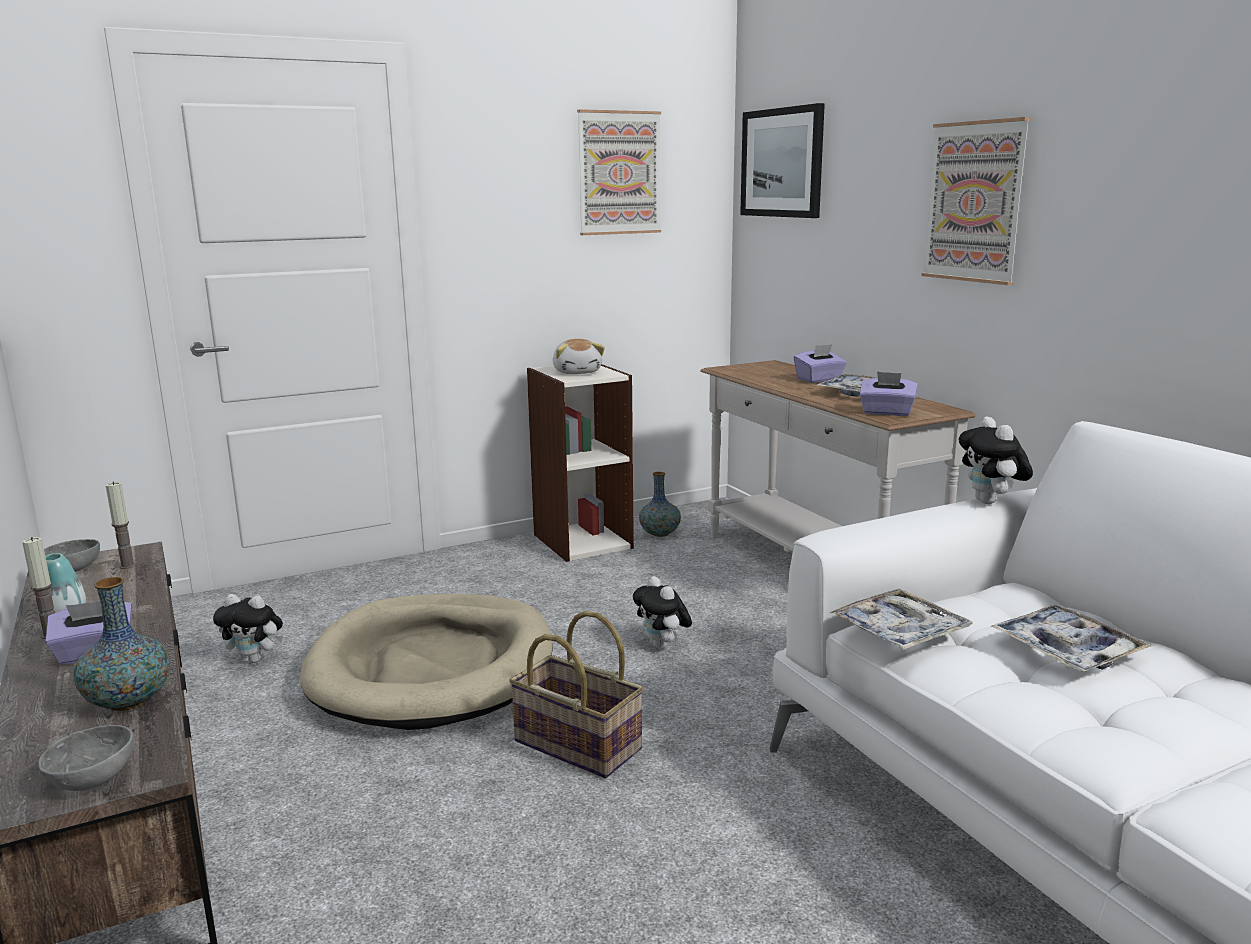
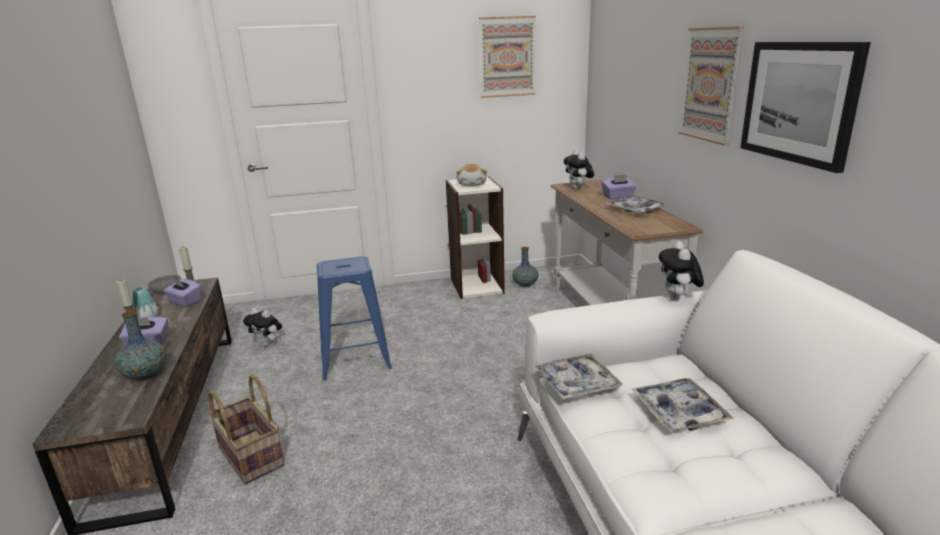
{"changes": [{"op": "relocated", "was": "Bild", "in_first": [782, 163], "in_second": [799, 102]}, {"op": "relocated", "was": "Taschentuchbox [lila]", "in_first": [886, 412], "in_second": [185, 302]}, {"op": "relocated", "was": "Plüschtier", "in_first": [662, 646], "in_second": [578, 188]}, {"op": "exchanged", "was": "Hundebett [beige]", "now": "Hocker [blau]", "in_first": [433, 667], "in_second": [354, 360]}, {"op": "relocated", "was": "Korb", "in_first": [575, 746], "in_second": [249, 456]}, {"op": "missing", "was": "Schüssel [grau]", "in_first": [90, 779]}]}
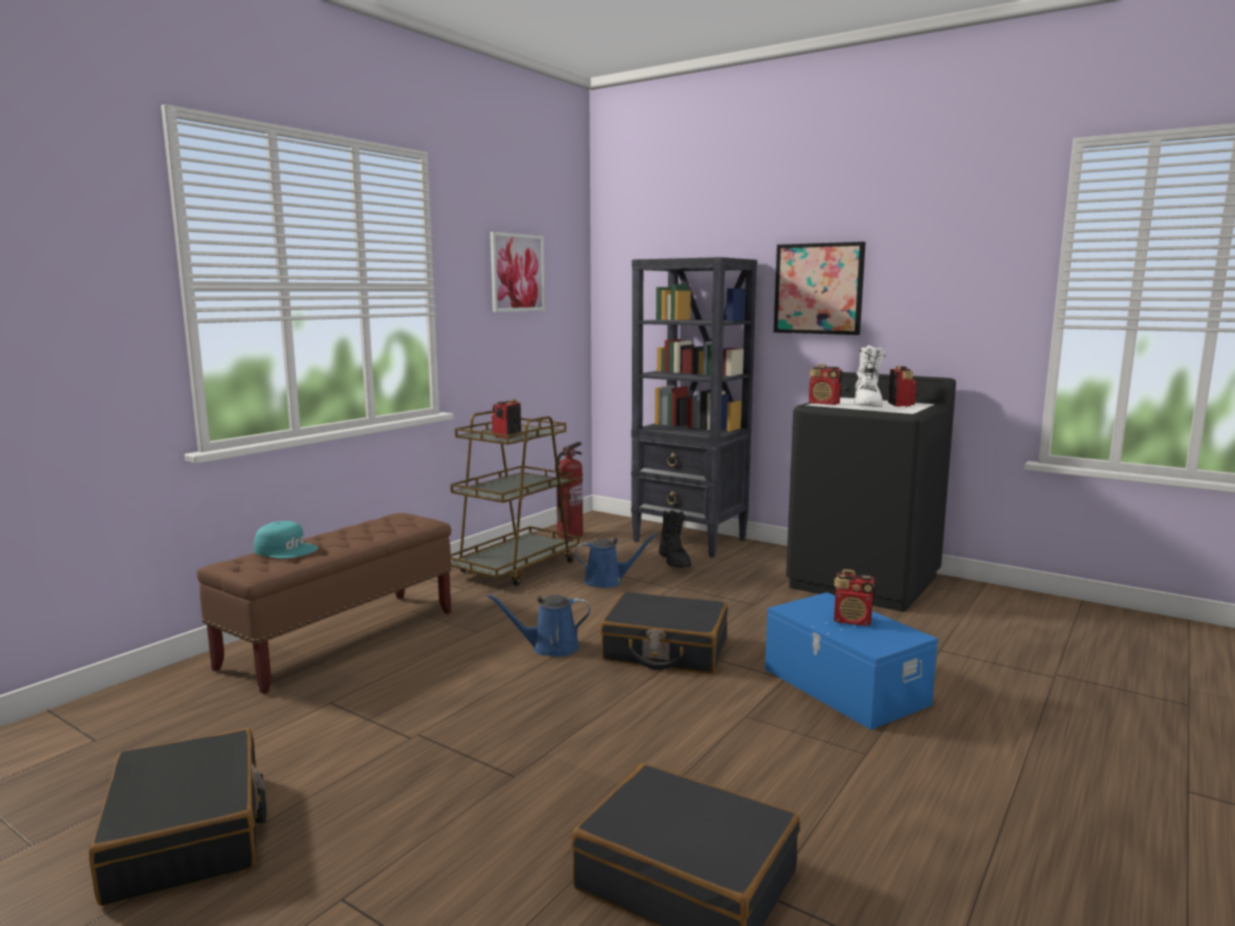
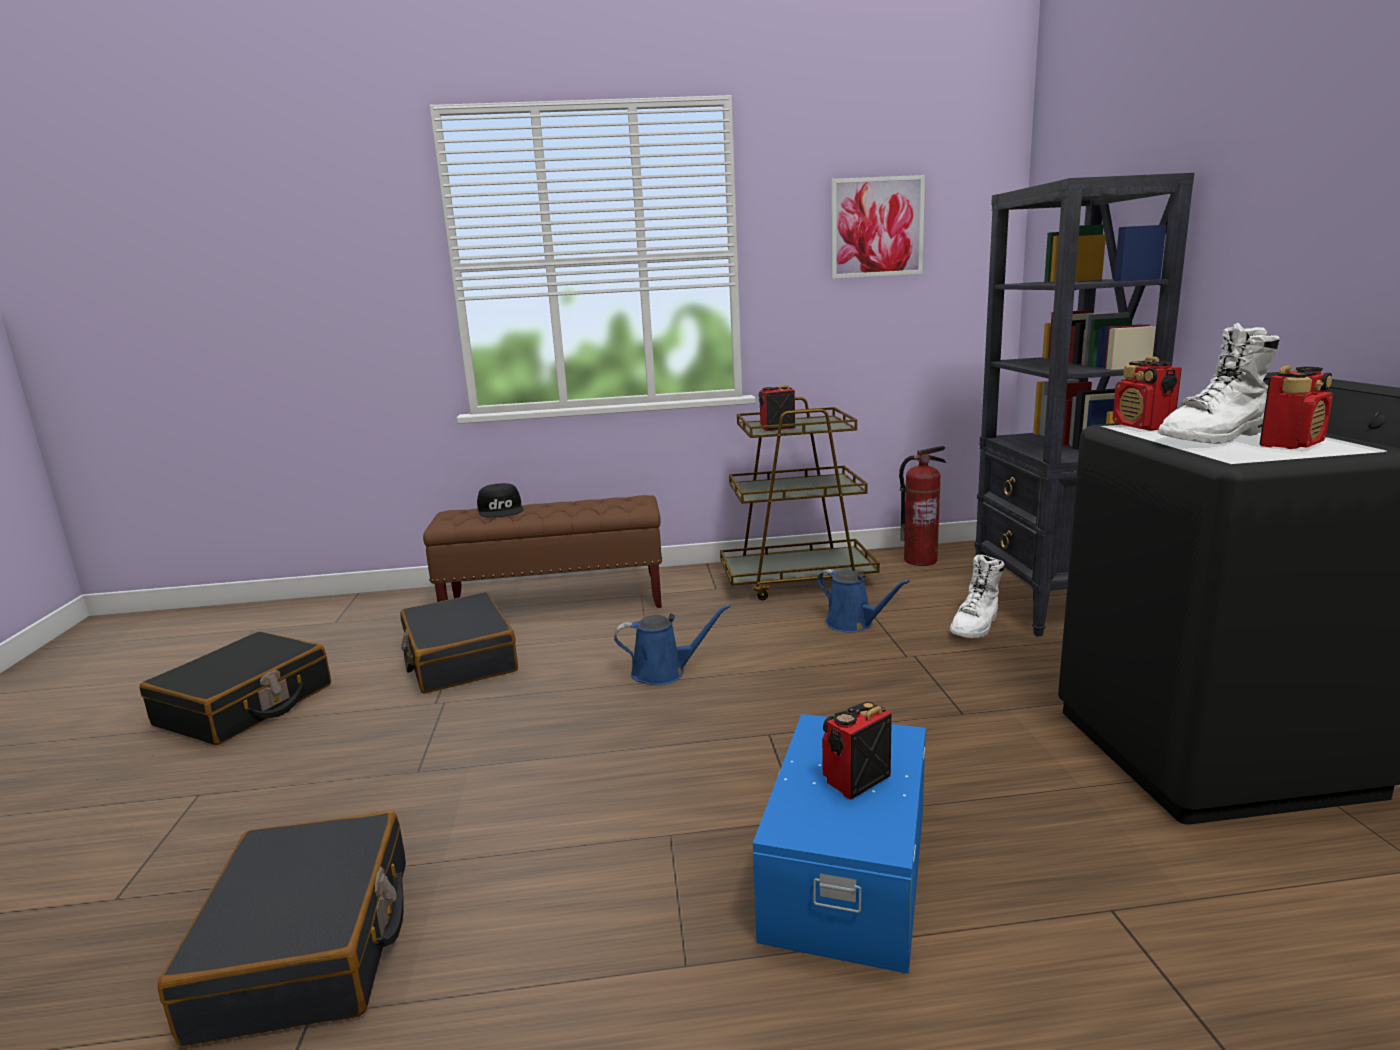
{"changes": [{"op": "missing", "was": "Bild", "in_first": [818, 288]}, {"op": "colour", "was": "Stiefel [schwarz]", "now": "Stiefel [weiß]", "in_first": [675, 561], "in_second": [976, 626]}, {"op": "colour", "was": "Kappe [türkis]", "now": "Kappe [schwarz]", "in_first": [286, 549], "in_second": [501, 509]}, {"op": "spun", "was": "Radio", "in_first": [853, 621], "in_second": [855, 780], "clockwise": 75}, {"op": "relocated", "was": "Koffer [schwarz]", "in_first": [665, 650], "in_second": [459, 659]}, {"op": "spun", "was": "Gießkanne [blau]", "in_first": [550, 648], "in_second": [664, 672], "clockwise": 135}]}
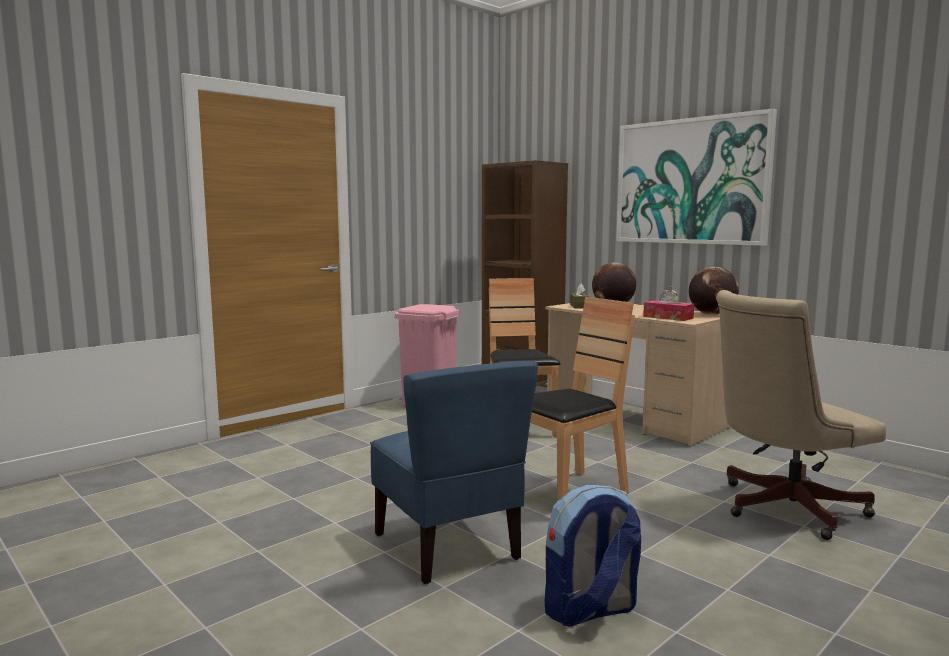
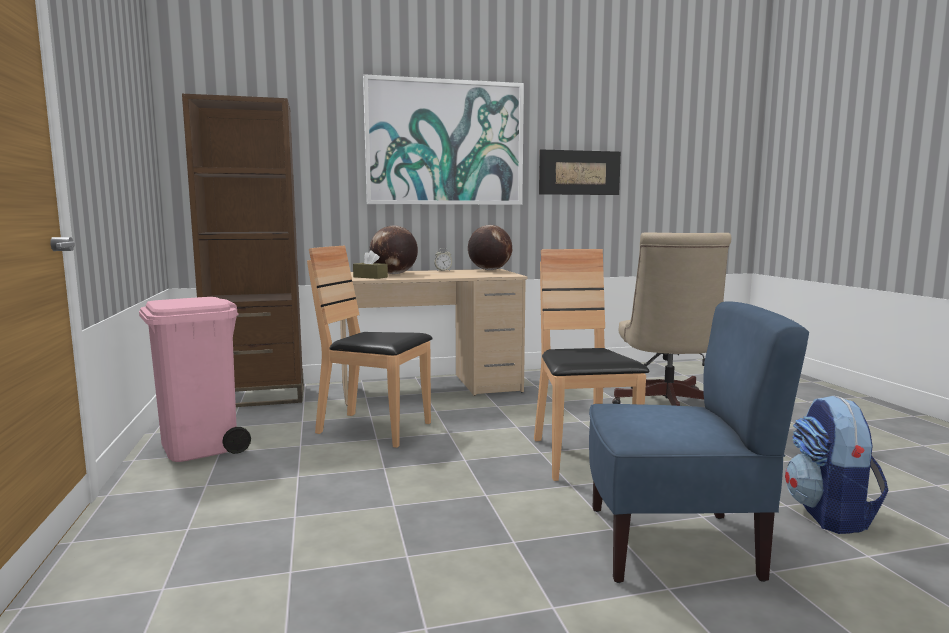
{"changes": [{"op": "missing", "was": "Taschentuchbox", "in_first": [668, 317]}, {"op": "appeared", "now": "Bild", "in_second": [579, 172]}]}
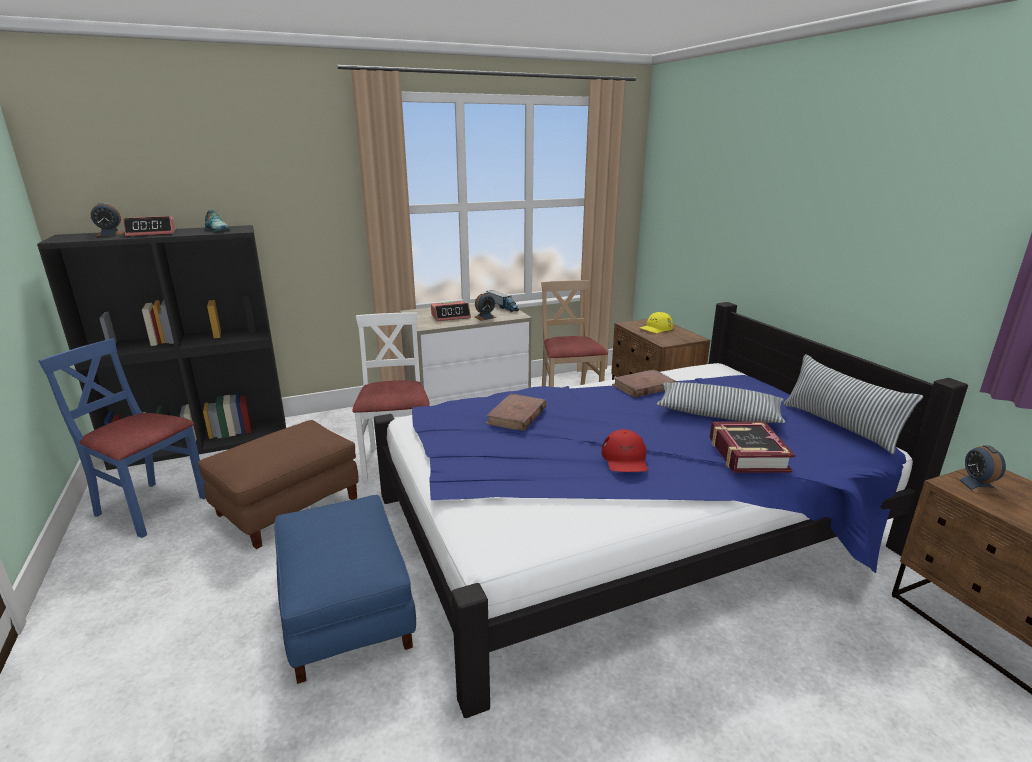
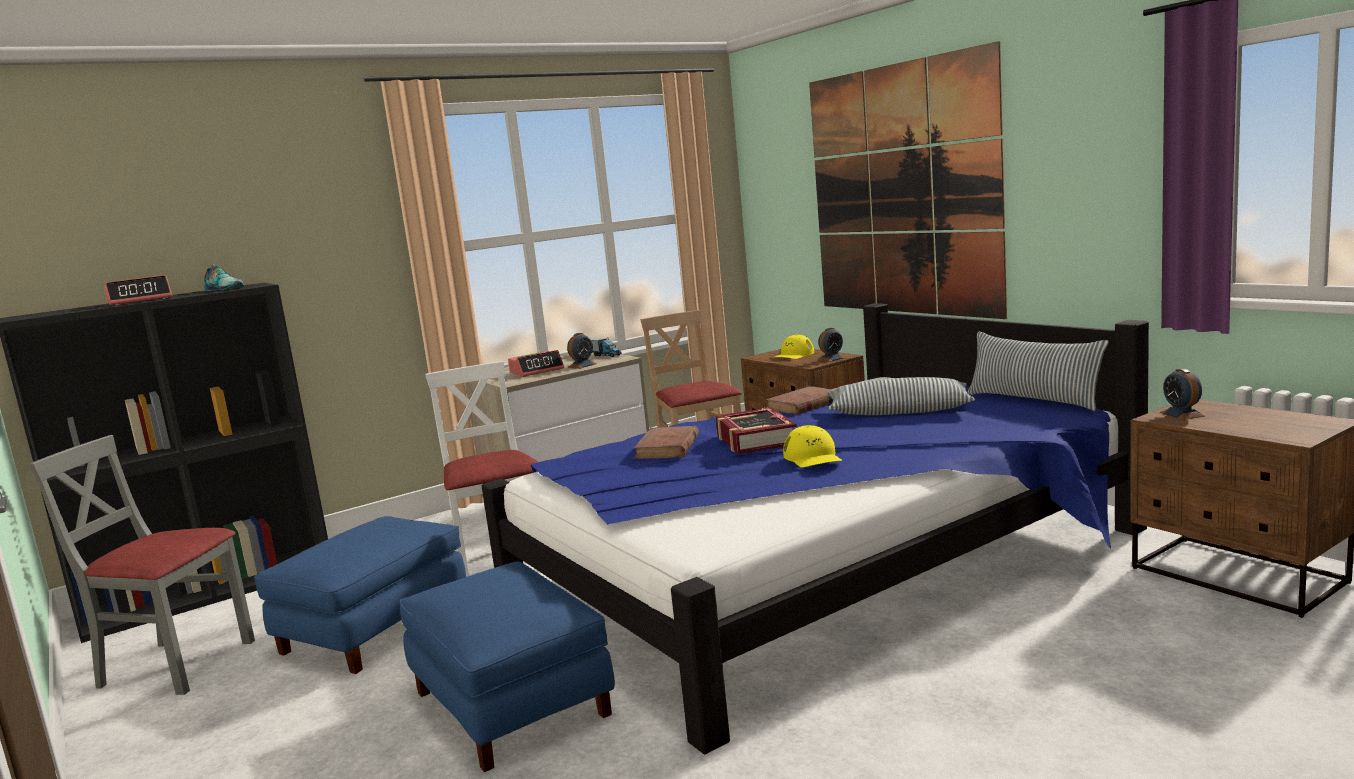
{"changes": [{"op": "relocated", "was": "Wecker", "in_first": [110, 234], "in_second": [831, 359]}, {"op": "colour", "was": "Stuhl [blau]", "now": "Stuhl [grau]", "in_first": [150, 507], "in_second": [176, 665]}, {"op": "colour", "was": "Polsterhocker [braun]", "now": "Polsterhocker [blau]", "in_first": [288, 505], "in_second": [375, 628]}, {"op": "relocated", "was": "Buch", "in_first": [747, 454], "in_second": [755, 440]}, {"op": "colour", "was": "Kappe [rot]", "now": "Kappe [gelb]", "in_first": [625, 459], "in_second": [813, 457]}, {"op": "appeared", "now": "Bild", "in_second": [901, 191]}]}
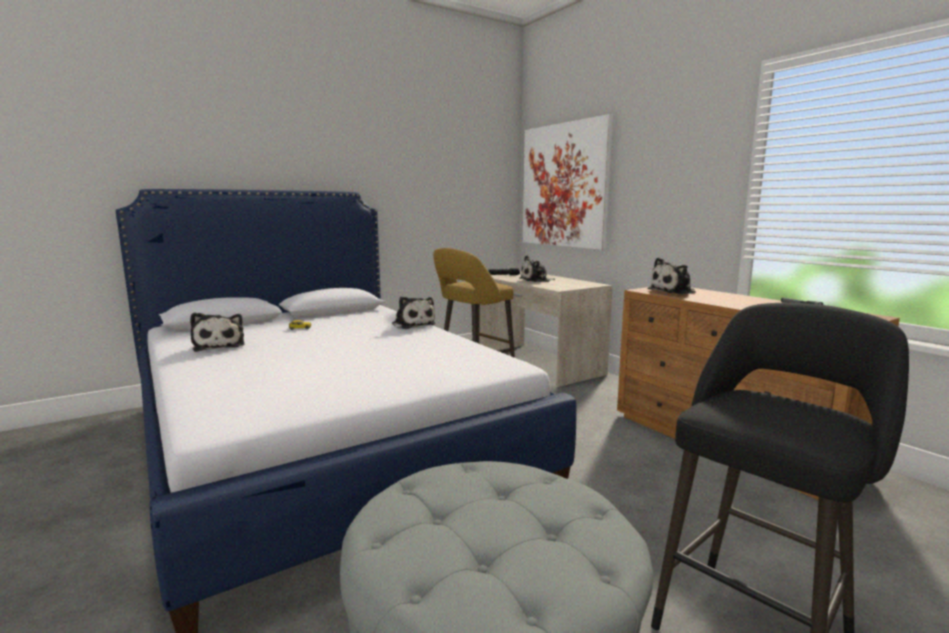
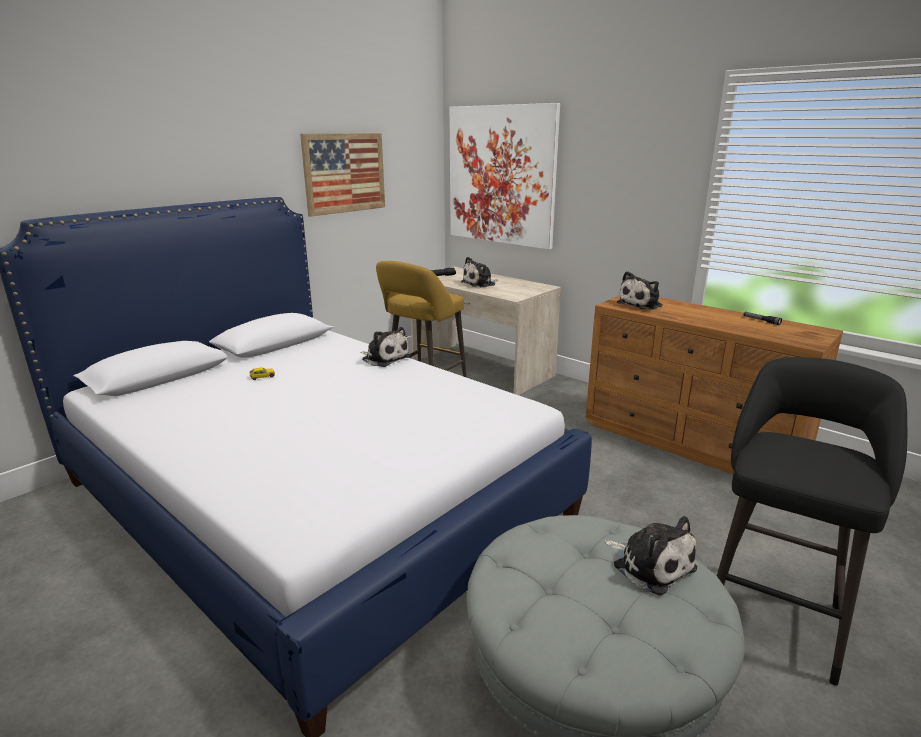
{"changes": [{"op": "relocated", "was": "Plüschtier", "in_first": [219, 345], "in_second": [650, 565]}, {"op": "appeared", "now": "Bild", "in_second": [344, 173]}]}
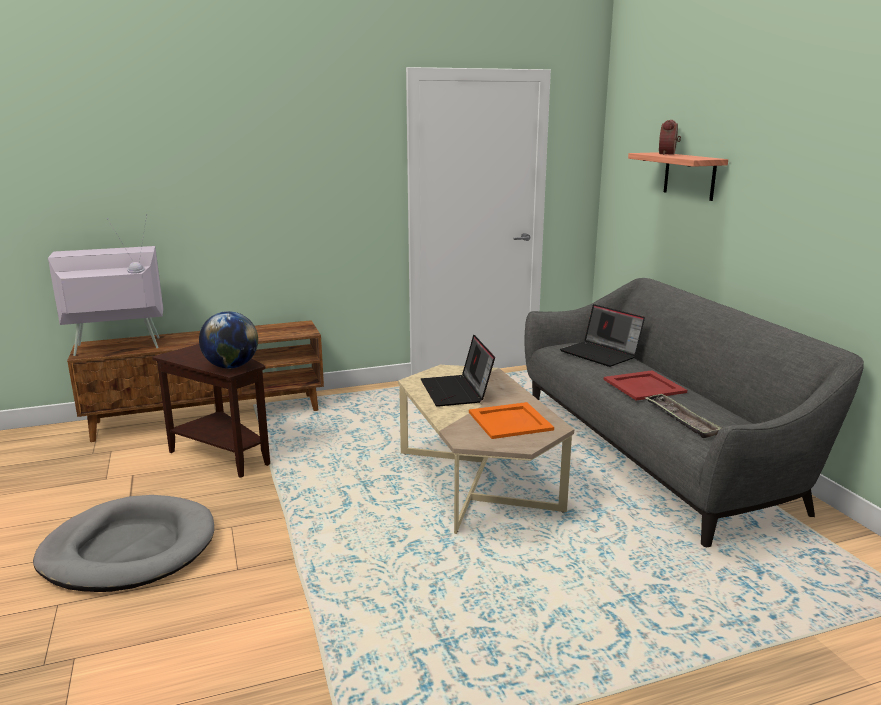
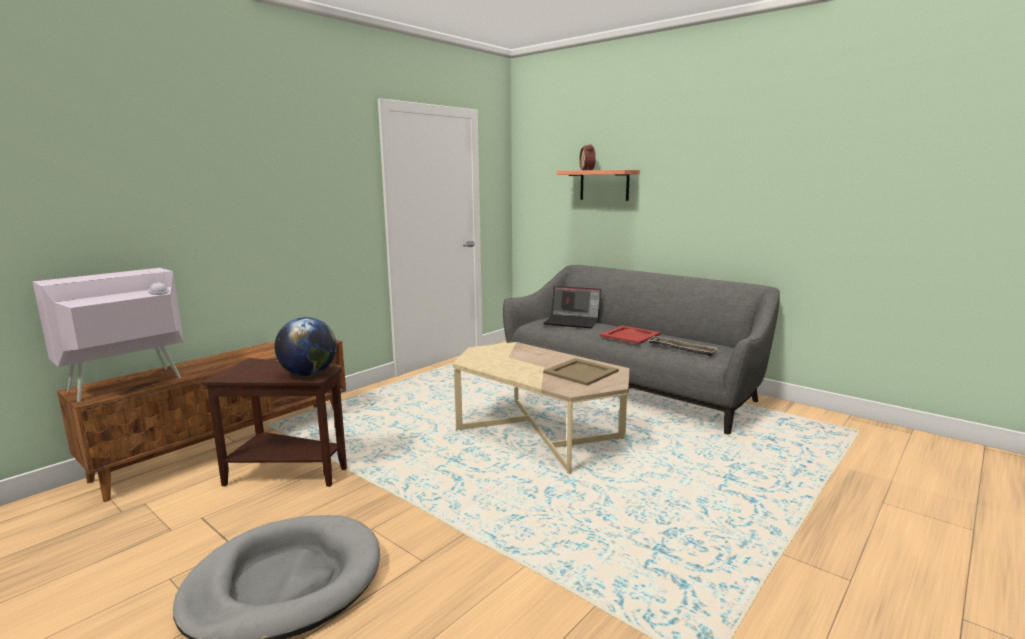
{"changes": [{"op": "missing", "was": "Laptop", "in_first": [457, 391]}, {"op": "colour", "was": "Tablett [orange]", "now": "Tablett [beige]", "in_first": [509, 421], "in_second": [581, 372]}]}
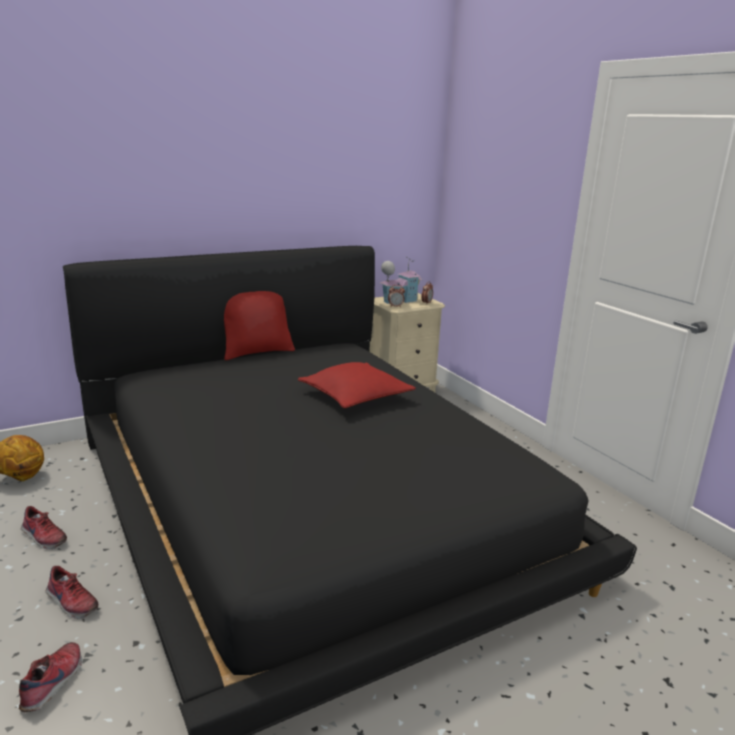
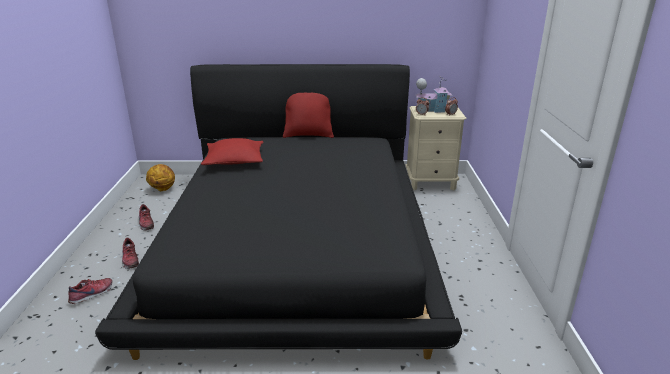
{"changes": [{"op": "relocated", "was": "Kissen [rot]", "in_first": [355, 396], "in_second": [234, 160]}]}
